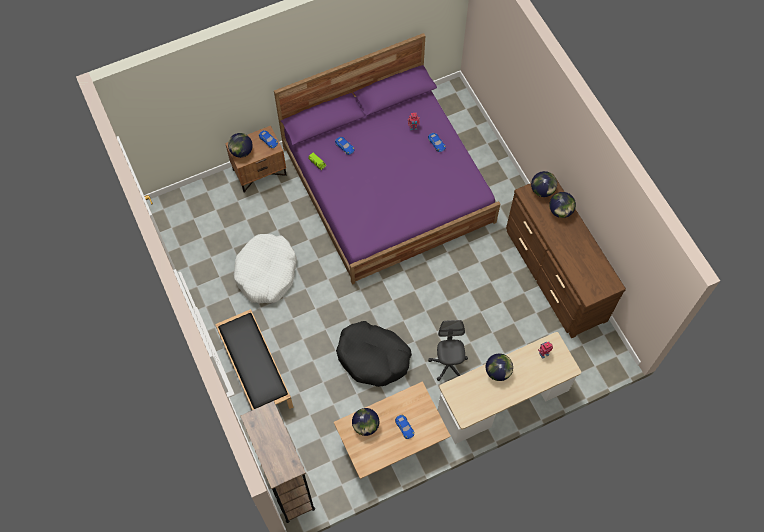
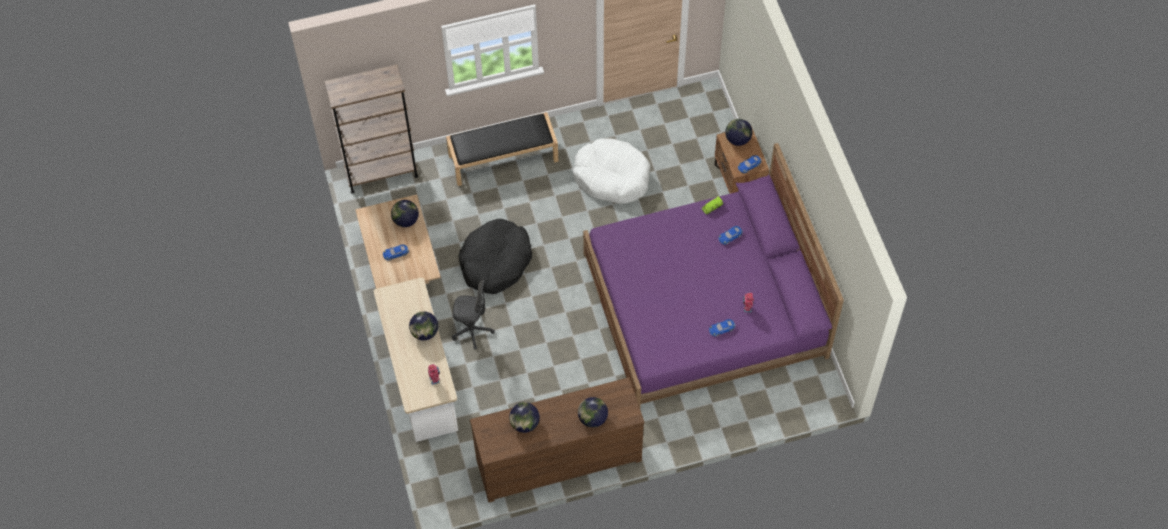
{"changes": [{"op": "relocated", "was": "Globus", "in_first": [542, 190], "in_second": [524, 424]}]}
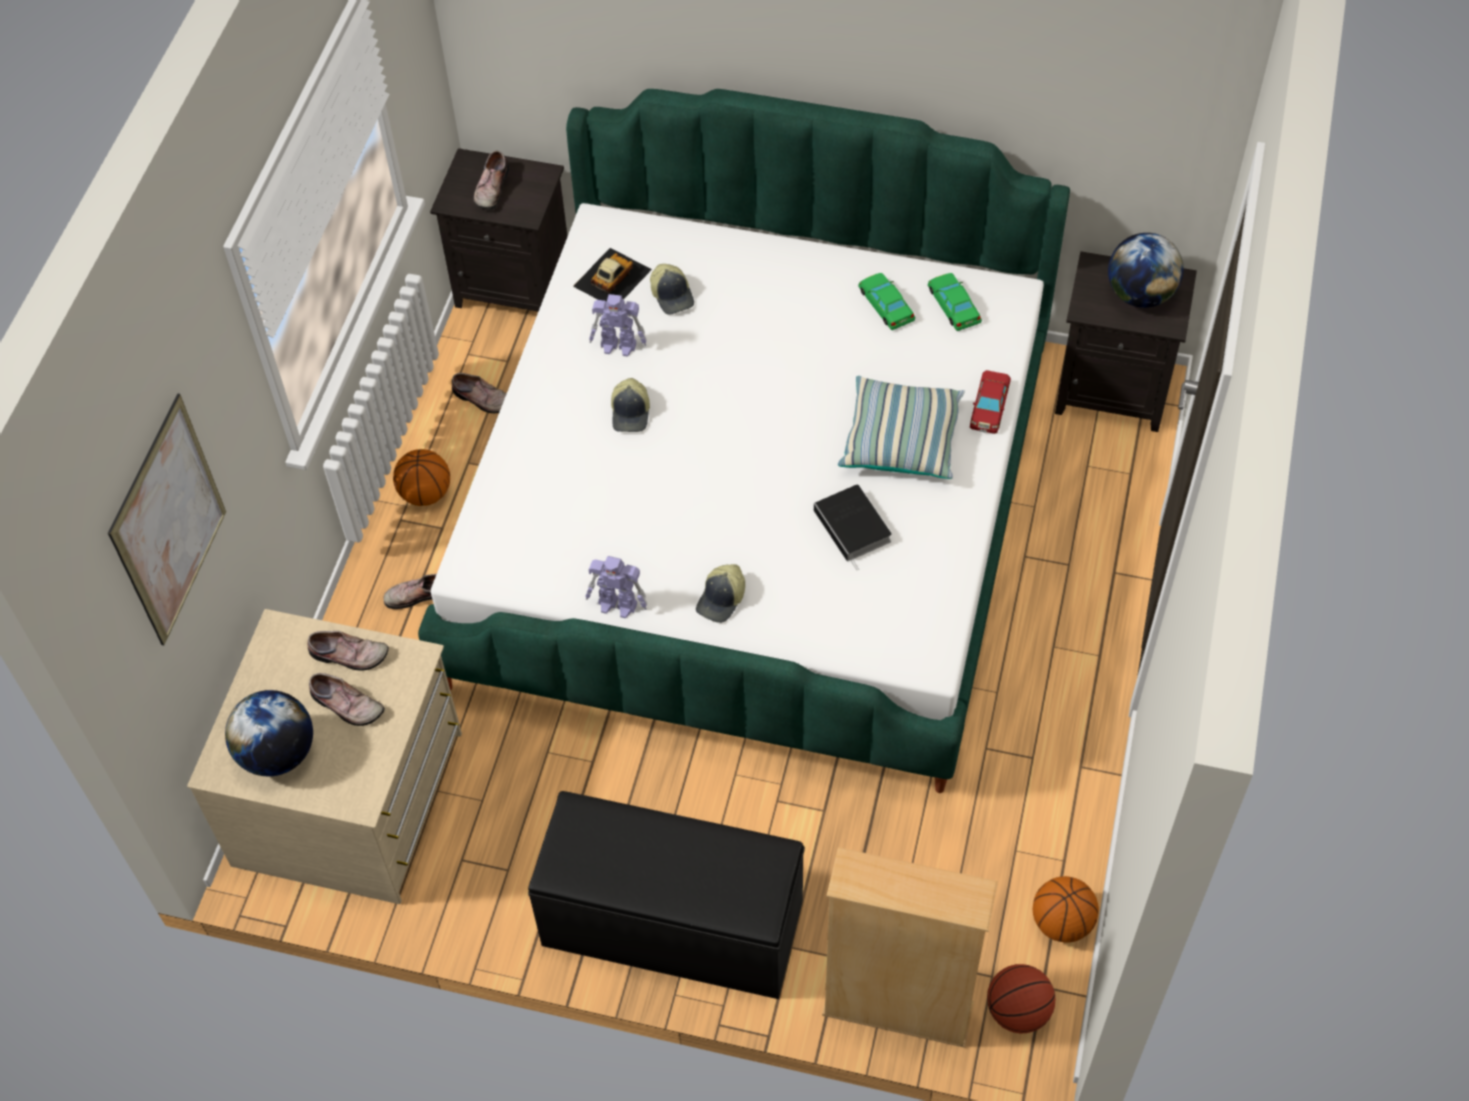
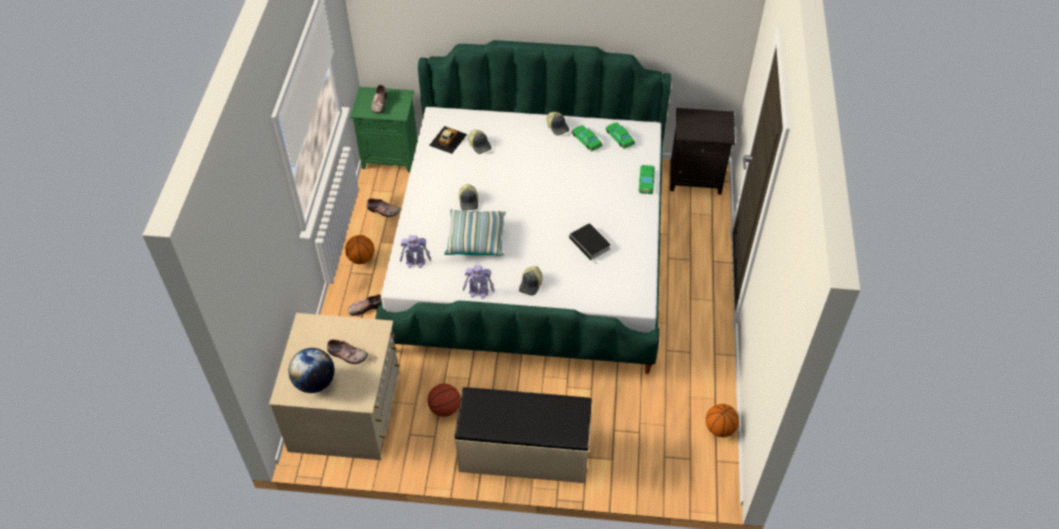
{"changes": [{"op": "colour", "was": "Nachttisch [schwarz]", "now": "Nachttisch [grün]", "in_first": [516, 285], "in_second": [391, 156]}, {"op": "missing", "was": "Globus", "in_first": [1140, 294]}, {"op": "relocated", "was": "Spielzeugroboter", "in_first": [619, 346], "in_second": [416, 262]}, {"op": "colour", "was": "Spielzeugauto [rot]", "now": "Spielzeugauto [grün]", "in_first": [989, 406], "in_second": [646, 181]}, {"op": "relocated", "was": "Kissen", "in_first": [901, 440], "in_second": [476, 239]}, {"op": "missing", "was": "Bild", "in_first": [169, 521]}, {"op": "missing", "was": "Schuh", "in_first": [349, 656]}, {"op": "colour", "was": "Bank [schwarz]", "now": "Bank [beige]", "in_first": [672, 925], "in_second": [524, 453]}, {"op": "missing", "was": "Bücherregal [beige]", "in_first": [897, 1009]}, {"op": "relocated", "was": "Basketball", "in_first": [1018, 1011], "in_second": [445, 408]}, {"op": "appeared", "now": "Kappe", "in_second": [557, 127]}]}
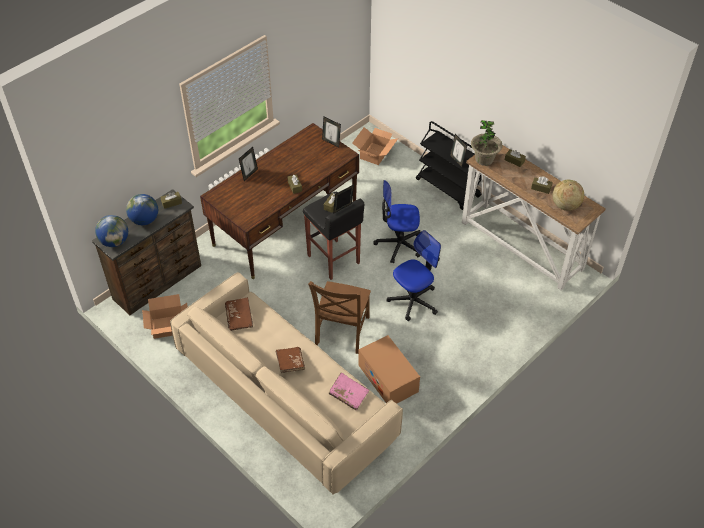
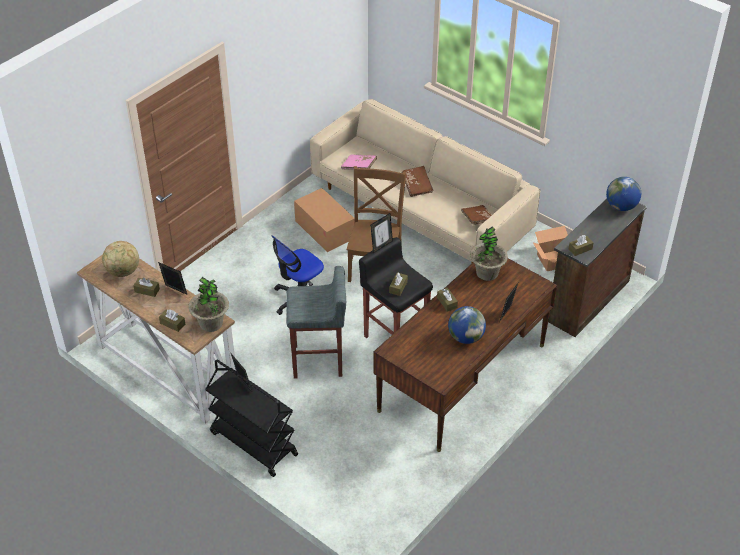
{"changes": [{"op": "relocated", "was": "Bilderrahmen", "in_first": [331, 142], "in_second": [175, 291]}, {"op": "missing", "was": "Karton", "in_first": [375, 153]}, {"op": "exchanged", "was": "Bürostuhl", "now": "Hocker [grau]", "in_first": [398, 244], "in_second": [318, 361]}, {"op": "relocated", "was": "Globus", "in_first": [145, 220], "in_second": [465, 337]}, {"op": "appeared", "now": "Topfpflanze", "in_second": [487, 273]}]}
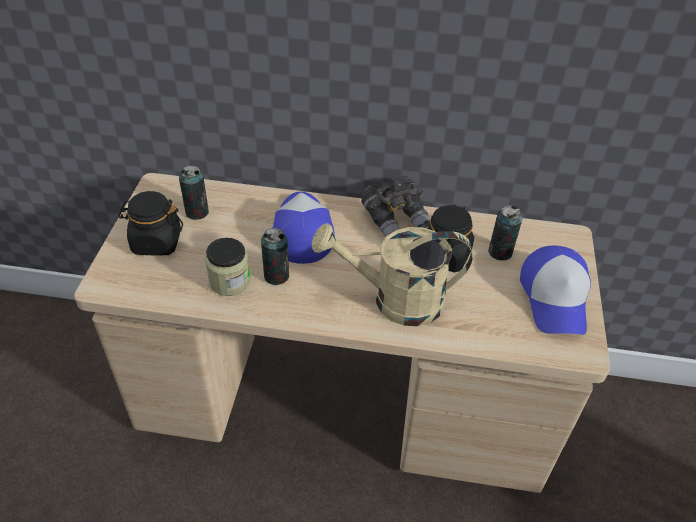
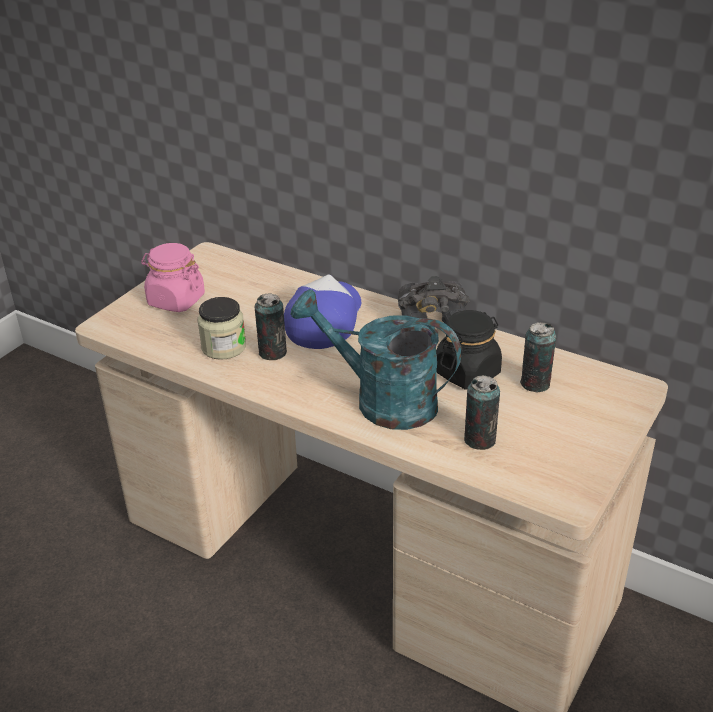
{"changes": [{"op": "relocated", "was": "Dose", "in_first": [197, 212], "in_second": [479, 440]}, {"op": "colour", "was": "Vorratsglas [schwarz]", "now": "Vorratsglas [rosa]", "in_first": [156, 242], "in_second": [176, 300]}, {"op": "colour", "was": "Gießkanne [beige]", "now": "Gießkanne [türkis]", "in_first": [395, 300], "in_second": [382, 401]}, {"op": "missing", "was": "Kappe", "in_first": [555, 298]}]}
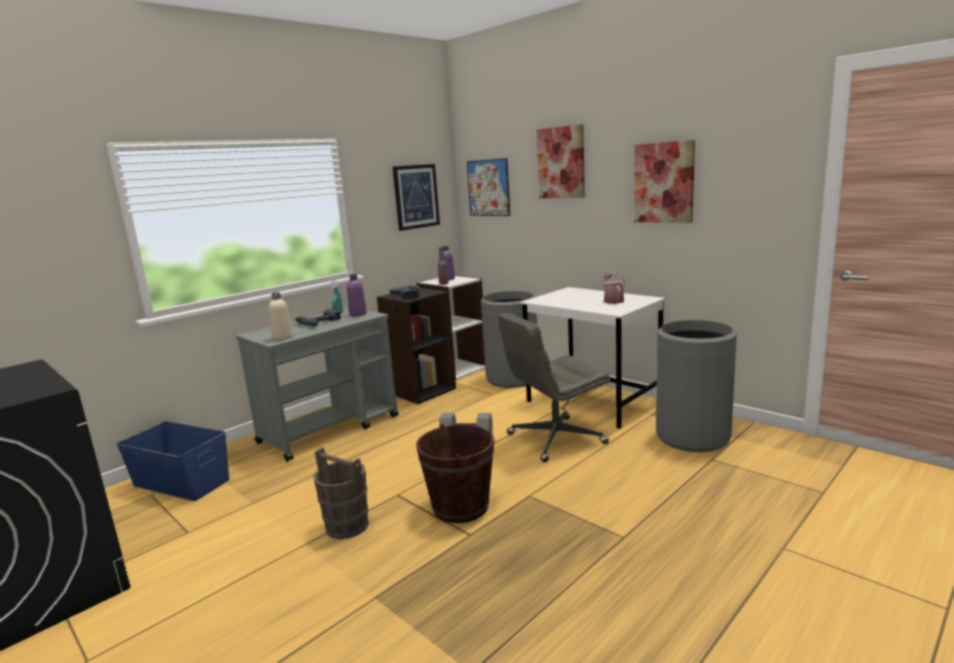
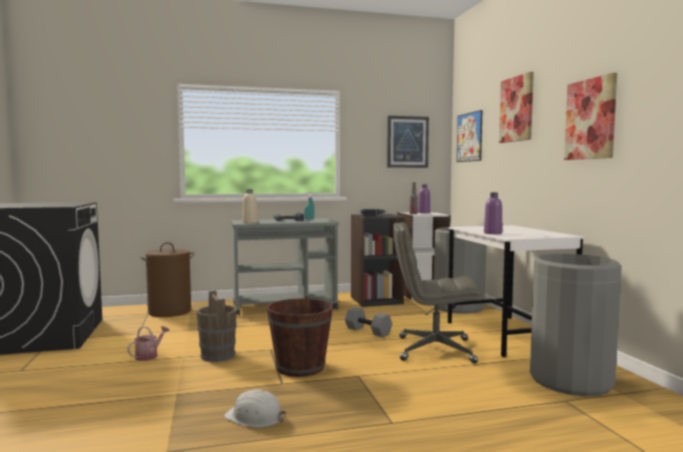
{"changes": [{"op": "relocated", "was": "Gießkanne", "in_first": [613, 300], "in_second": [149, 355]}, {"op": "relocated", "was": "Flasche [lila]", "in_first": [358, 314], "in_second": [492, 233]}, {"op": "exchanged", "was": "Aufbewahrungsbox [blau]", "now": "Wäschekorb [braun]", "in_first": [181, 482], "in_second": [170, 311]}, {"op": "appeared", "now": "Schutzhelm [weiß]", "in_second": [255, 417]}]}
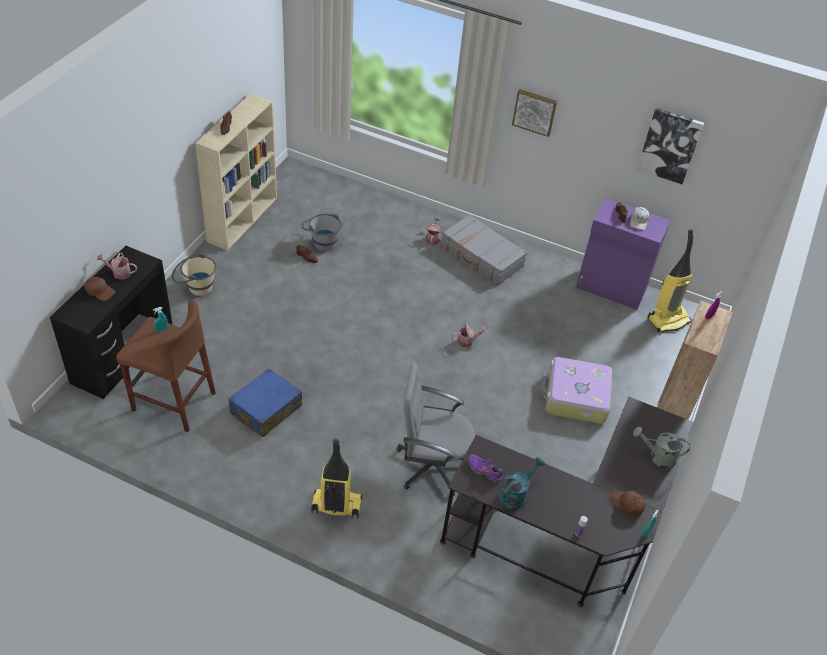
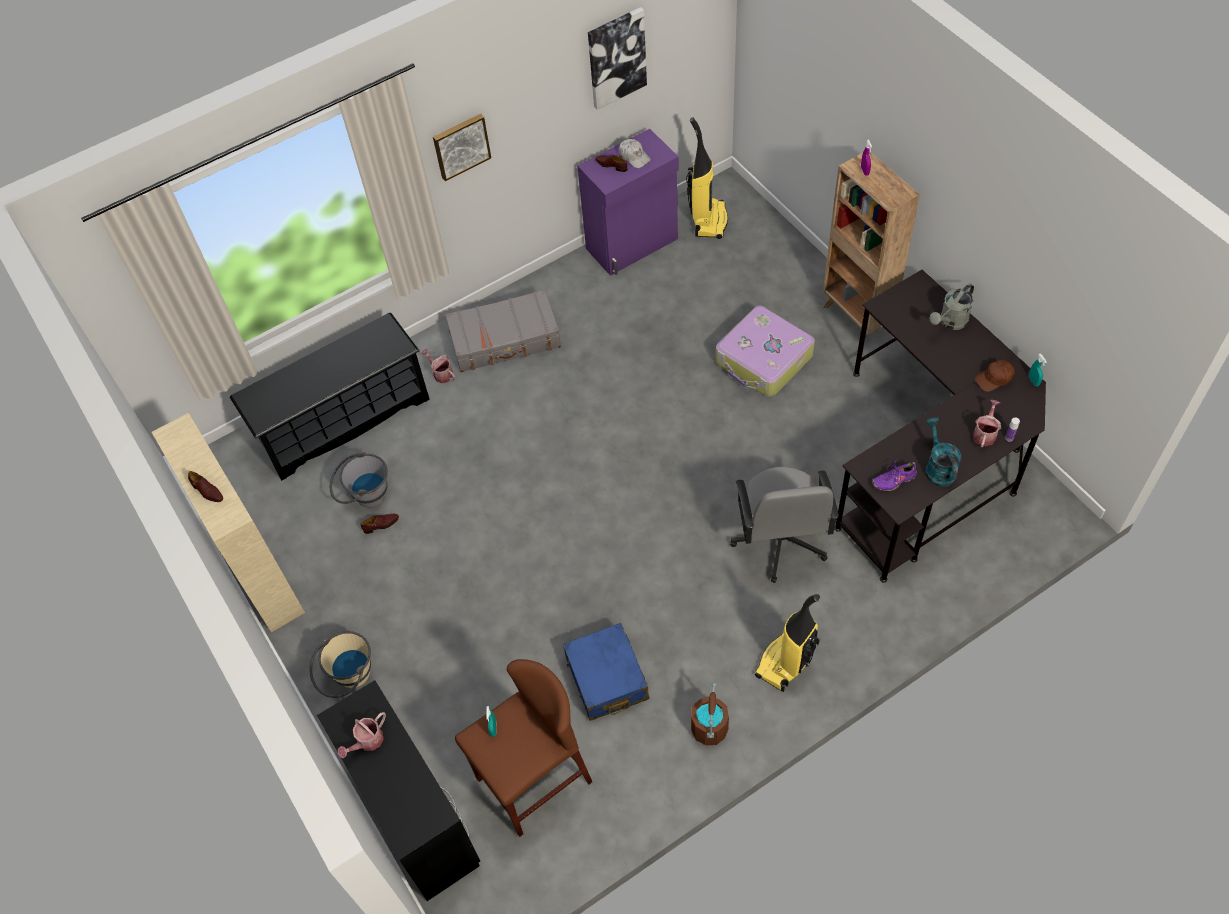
{"changes": [{"op": "missing", "was": "Kappe [braun]", "in_first": [100, 291]}, {"op": "relocated", "was": "Gießkanne", "in_first": [467, 341], "in_second": [985, 433]}, {"op": "spun", "was": "Bürostuhl [grau]", "in_first": [431, 464], "in_second": [779, 541], "clockwise": -45}, {"op": "appeared", "now": "Schuhregal [schwarz]", "in_second": [344, 420]}, {"op": "appeared", "now": "Eimer [braun]", "in_second": [709, 728]}]}
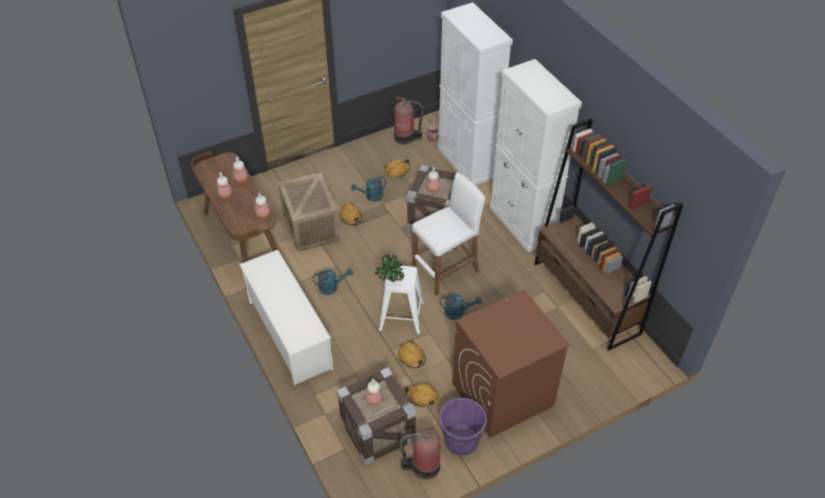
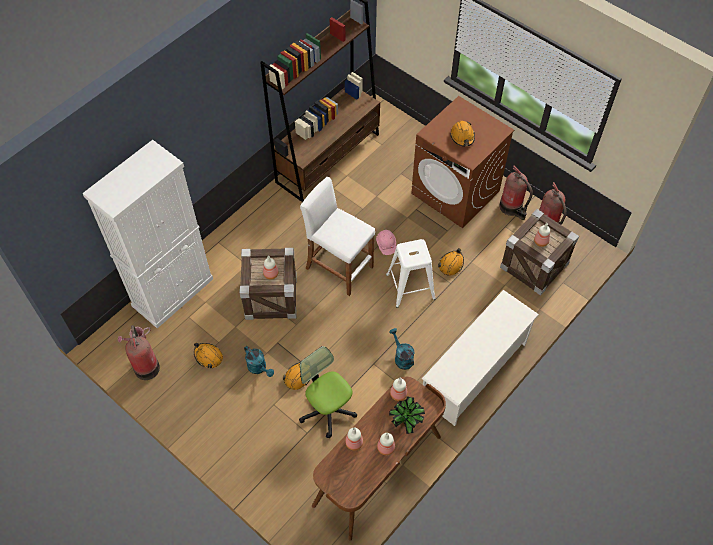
{"changes": [{"op": "missing", "was": "Schrank [weiß]", "in_first": [522, 223]}, {"op": "exchanged", "was": "Kiste", "now": "Bürostuhl", "in_first": [312, 227], "in_second": [328, 410]}, {"op": "relocated", "was": "Topfpflanze", "in_first": [390, 281], "in_second": [406, 422]}, {"op": "exchanged", "was": "Gießkanne [türkis]", "now": "Schutzhelm [rosa]", "in_first": [457, 312], "in_second": [386, 244]}, {"op": "relocated", "was": "Schutzhelm [orange]", "in_first": [421, 396], "in_second": [462, 136]}, {"op": "exchanged", "was": "Eimer [lila]", "now": "Feuerlöscher", "in_first": [461, 440], "in_second": [512, 208]}]}
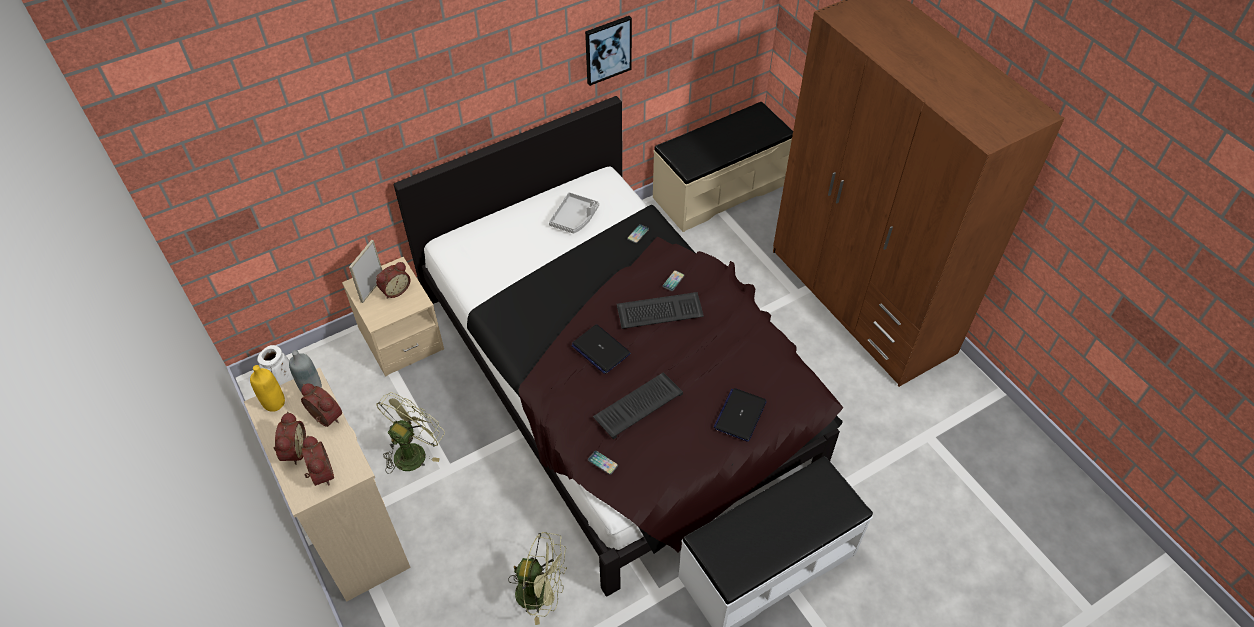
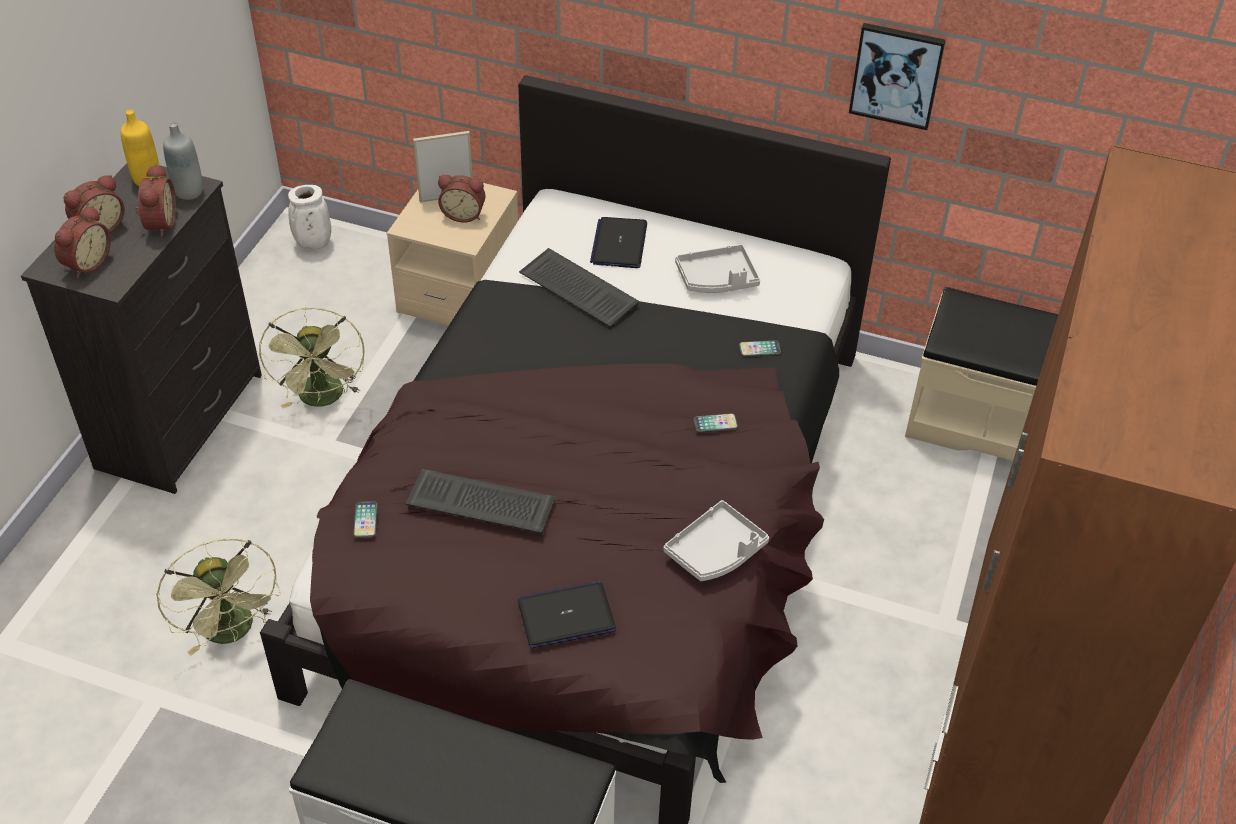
{"changes": [{"op": "relocated", "was": "Tastatur", "in_first": [659, 313], "in_second": [576, 290]}, {"op": "relocated", "was": "Laptop", "in_first": [600, 349], "in_second": [619, 244]}, {"op": "colour", "was": "Kommode [beige]", "now": "Kommode [schwarz]", "in_first": [355, 531], "in_second": [182, 420]}, {"op": "spun", "was": "Ventilator [grün]", "in_first": [413, 451], "in_second": [323, 399], "clockwise": 90}, {"op": "appeared", "now": "Tablett [grau]", "in_second": [716, 551]}]}
